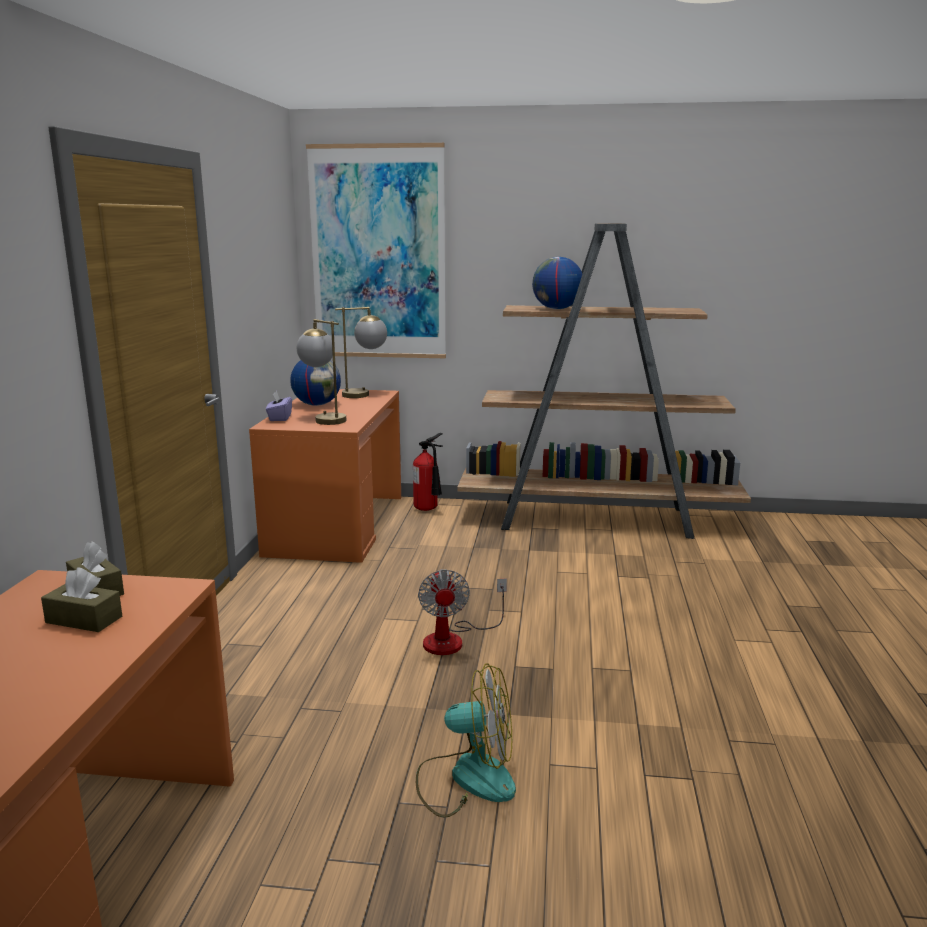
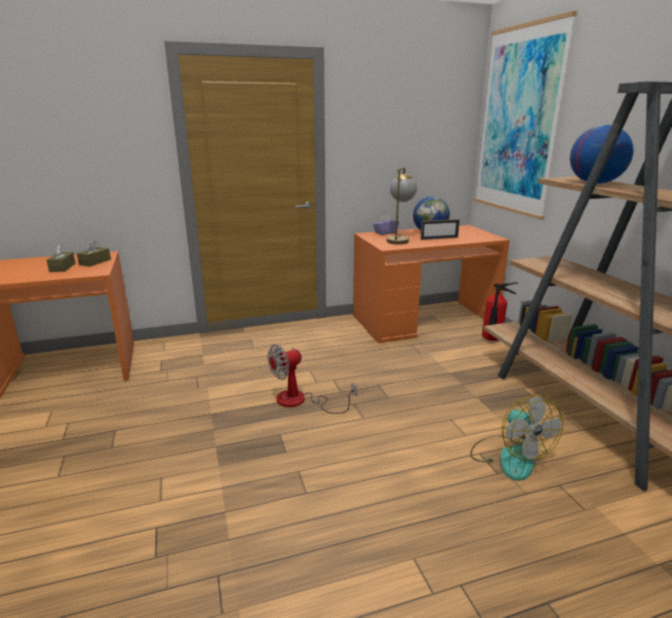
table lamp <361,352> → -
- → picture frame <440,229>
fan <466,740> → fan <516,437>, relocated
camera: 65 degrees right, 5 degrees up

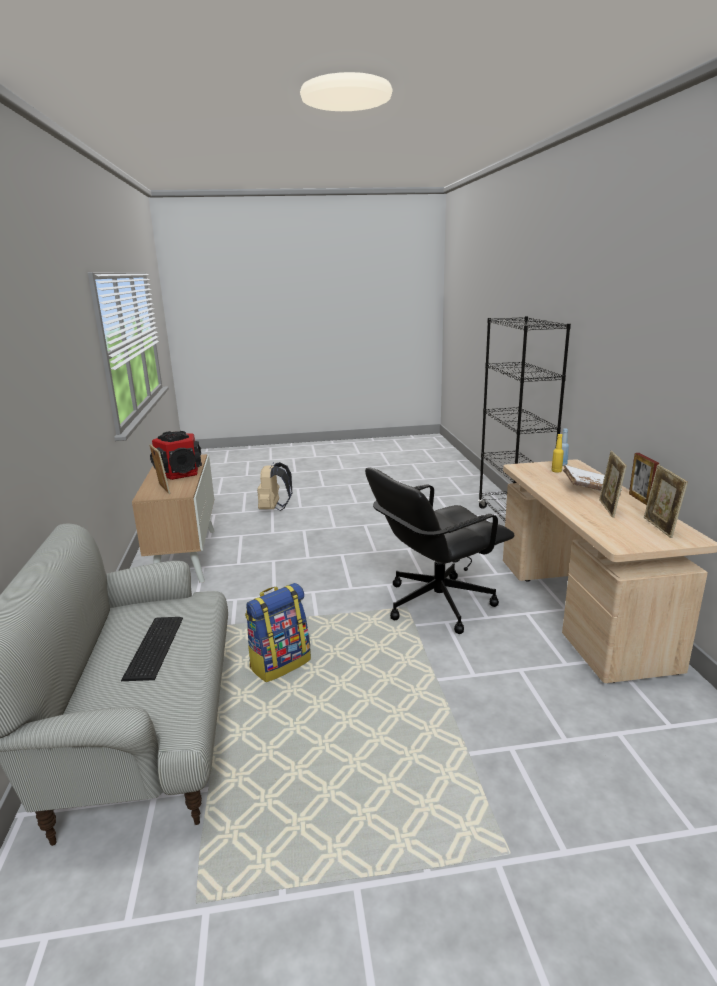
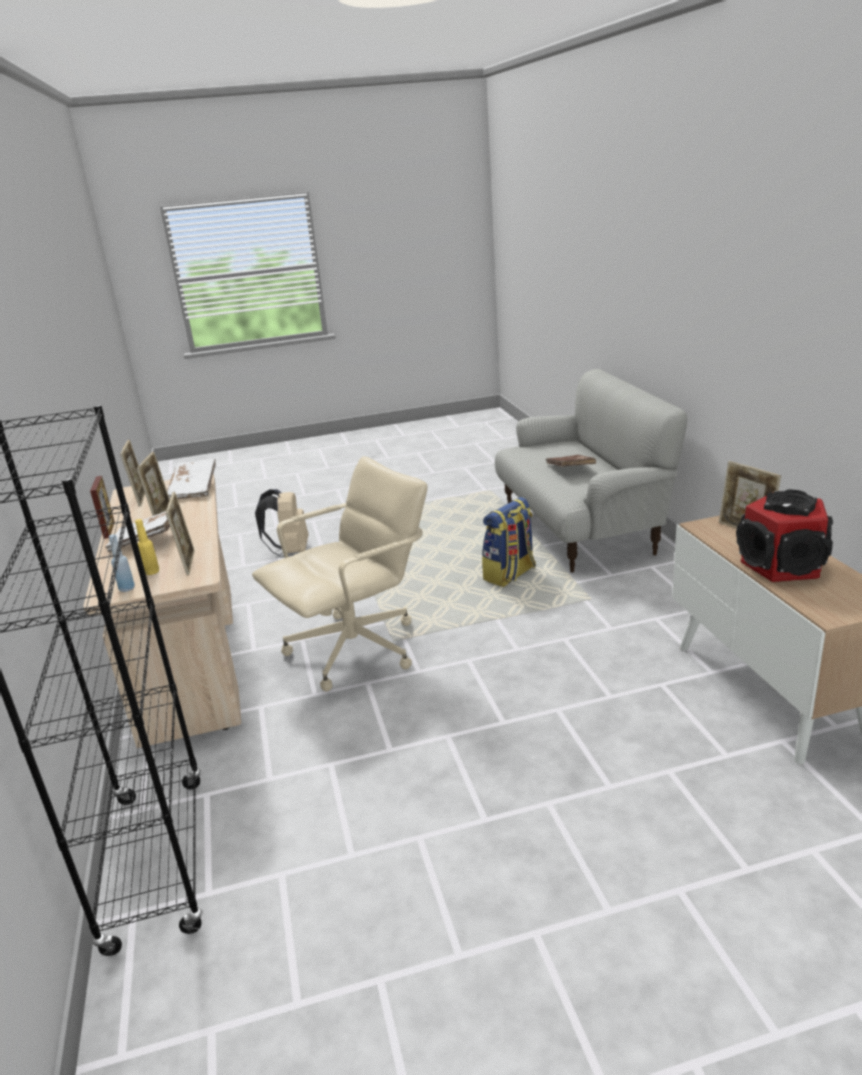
- → picture frame <180,533>
- → book in white <191,478>
backpack in beige <274,486> → backpack in beige <282,522>, relocated
keyboard <152,649> → book in brown <571,461>
office chair in black <439,551> → office chair in beige <339,573>
camera: 175 degrees right, 5 degrees up

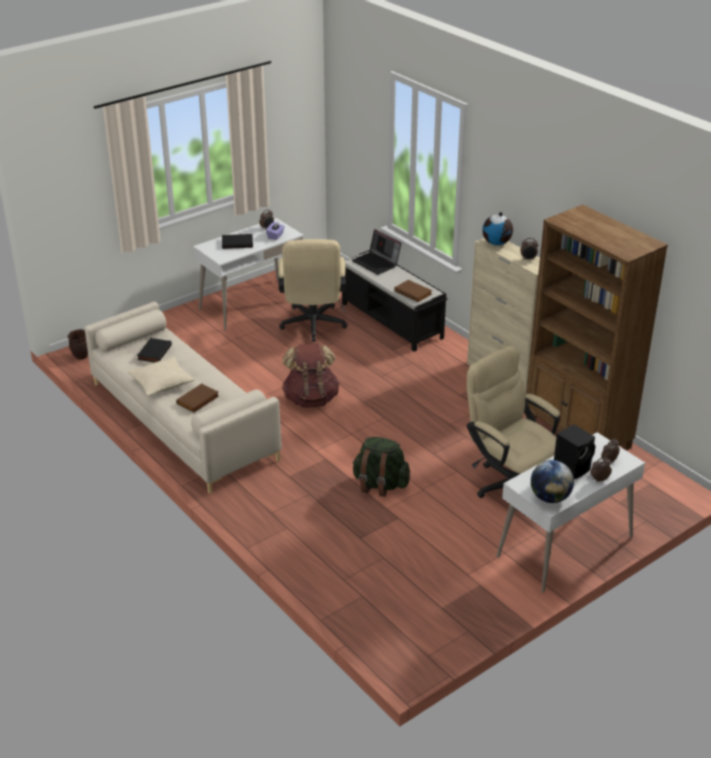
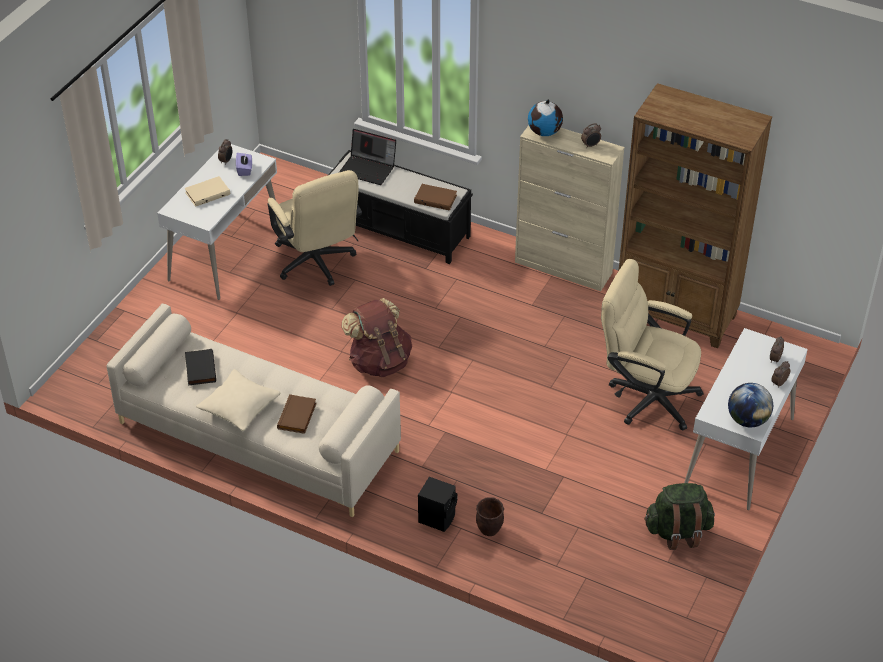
planter in brown <78,344> → planter in brown <490,516>, relocated
backpack in green <381,467> → backpack in green <679,516>, relocated
speaker in black <575,451> → speaker in black <437,504>, relocated
book in black <237,241> → book in beige <207,191>
camera: 25 degrees left, 10 degrees up

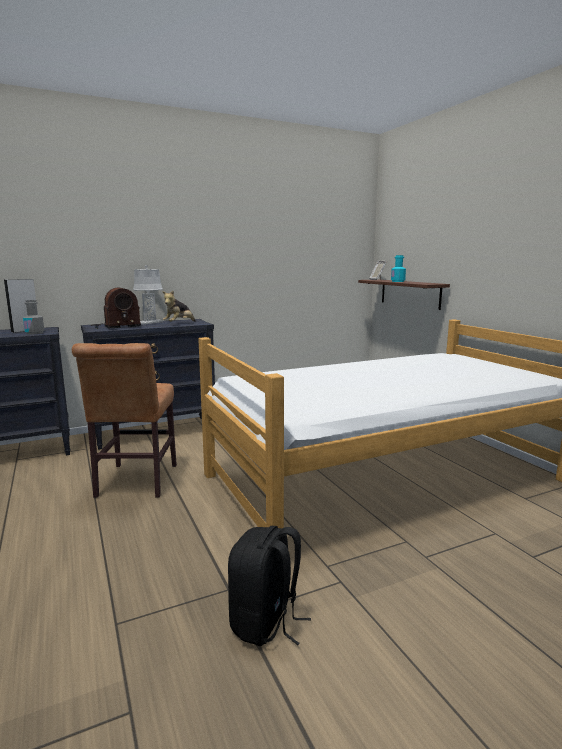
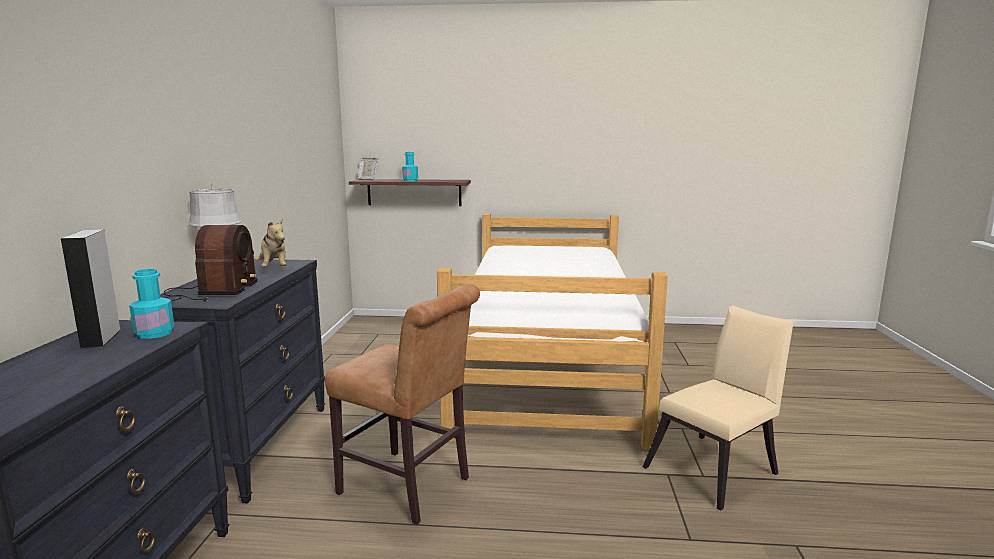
backpack in black <269,586> → chair in beige <718,408>
bottle in grey <33,317> → bottle in turquoise <152,304>
camera: 60 degrees left, 0 degrees up

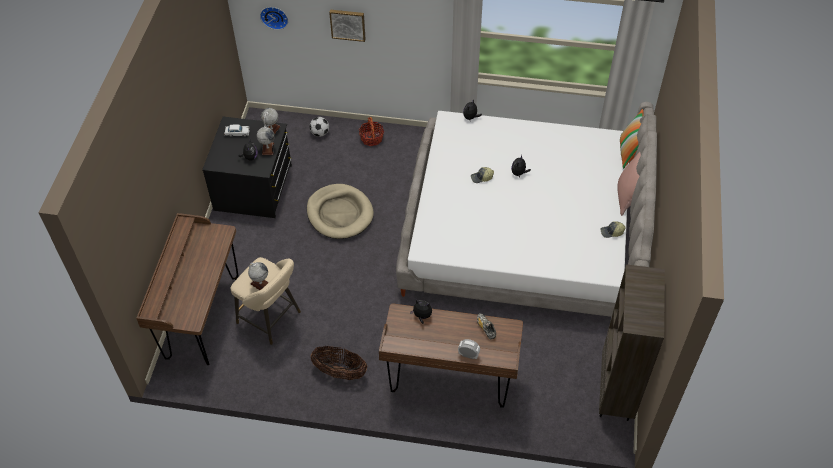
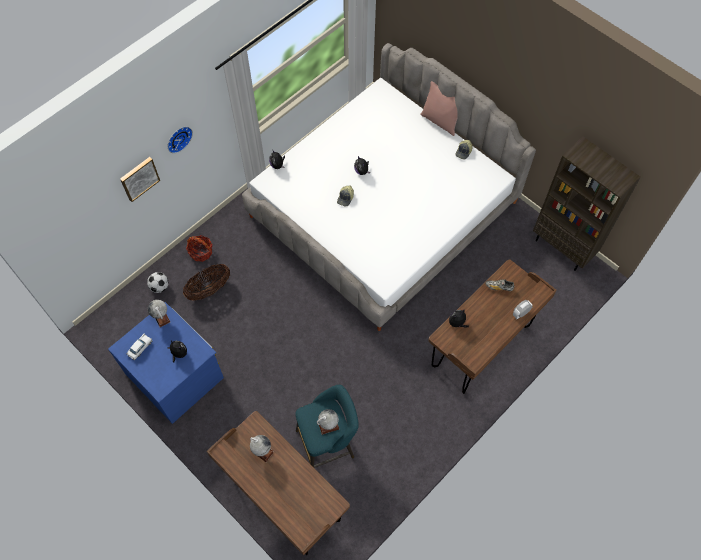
dog bed in beige <340,211> → -
pillow <632,139> → -
globe <266,140> → globe <262,448>, relocated
wall clock <274,18> → wall clock <180,140>, relocated
basket <338,363> → basket <206,282>, relocated
dresser in black <247,167> → dresser in blue <166,363>
stool in beige <266,301> → stool in turquoise <327,426>
camera: 55 degrees left, 10 degrees up

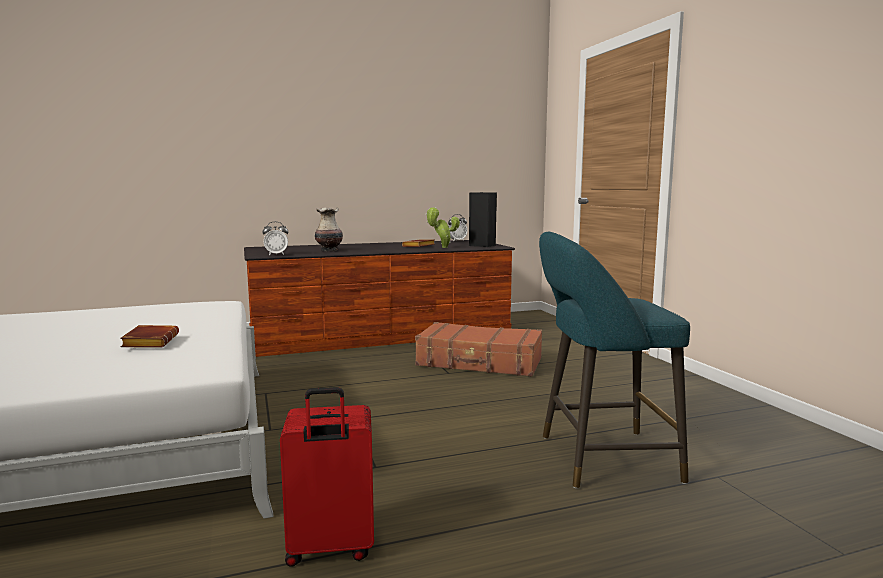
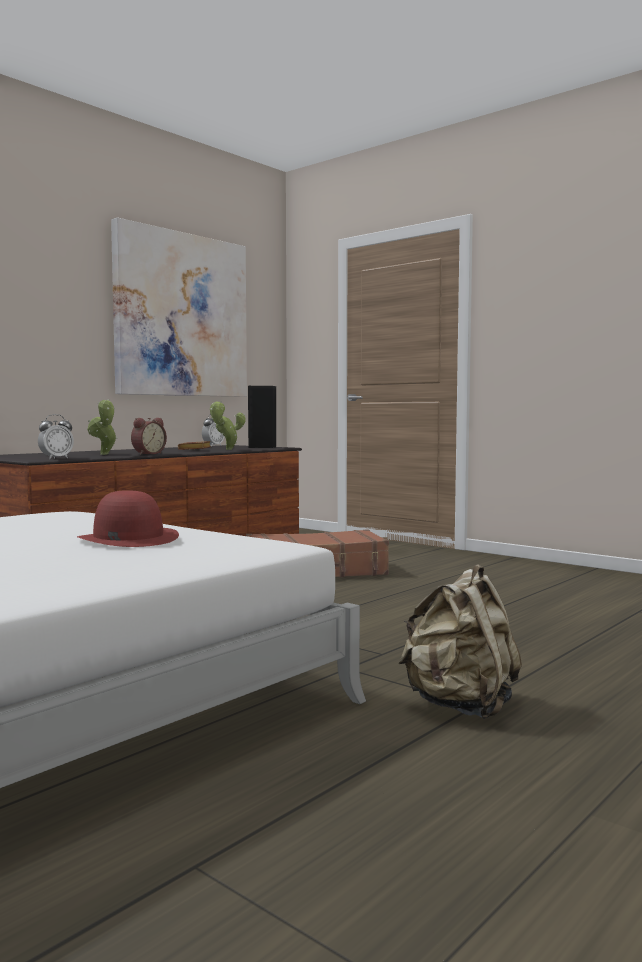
stool in turquoise <614,360> → -
- → picture <179,307>
- → alarm clock <149,436>
book in brown <149,336> → hat in red <128,518>
suitcase in red <327,477> → backpack in beige <460,641>
vase <329,229> → potted plant <102,427>
camera: 30 degrees left, 5 degrees down

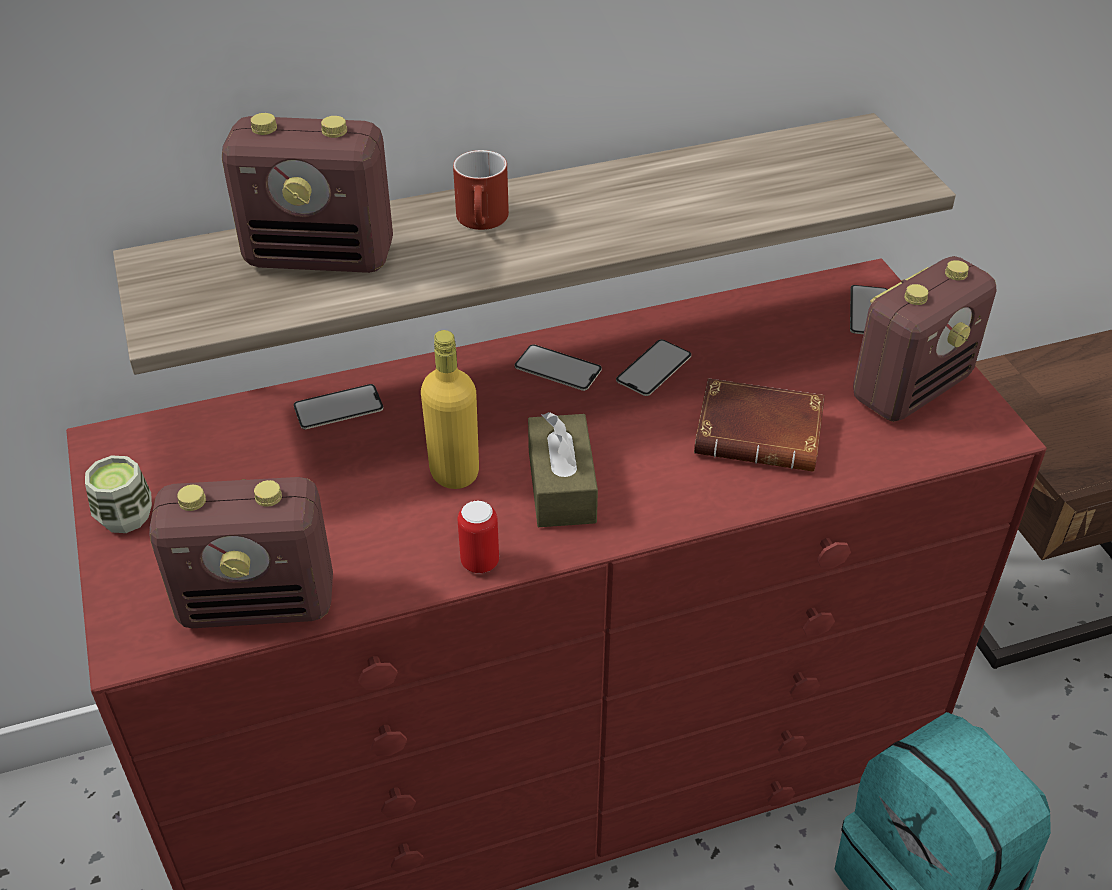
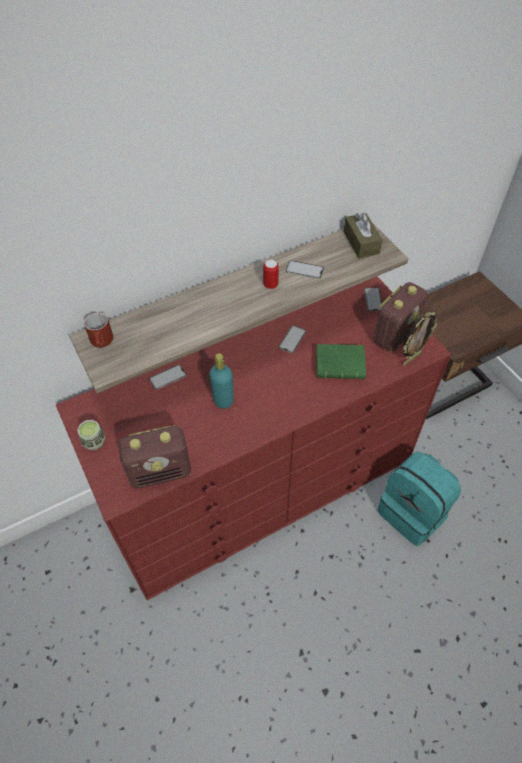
radio <307,193> → -
- → picture frame <420,339>
mug in red <481,190> → mug in red <98,330>, relocated
can <478,536> → can <271,274>, relocated
phone <558,367> → phone <305,269>, relocated
tissue box in brown <563,469> → tissue box in brown <362,235>, relocated
bottle in yellow <450,409> → bottle in turquoise <221,381>
book in brown <759,425> → book in green <341,361>
camera: 10 degrees left, 10 degrees up

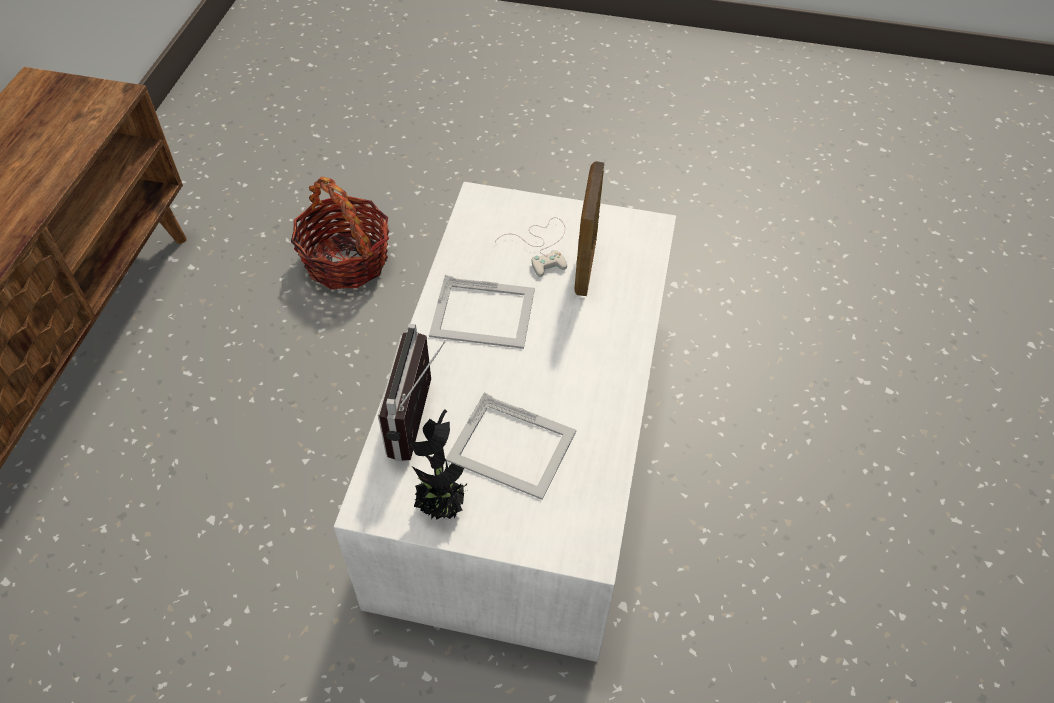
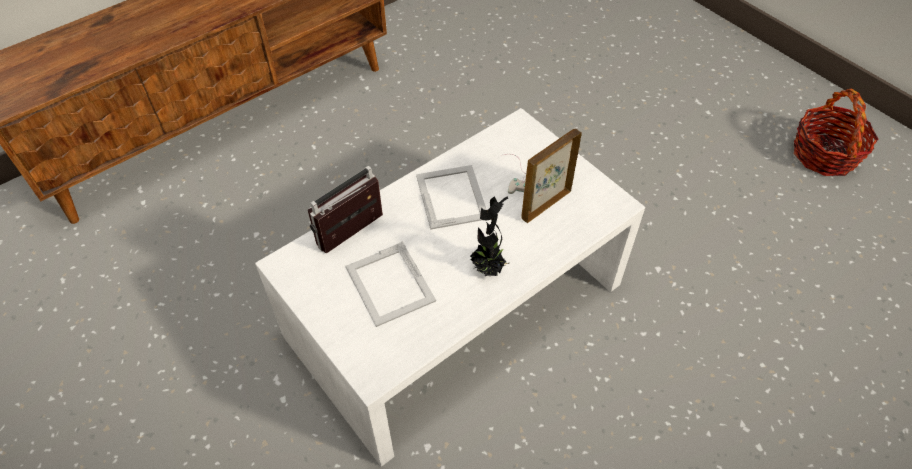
basket <340,233> → basket <836,132>, relocated
potted plant <438,465> → potted plant <490,236>, relocated
picture frame <482,311> → picture frame <451,197>, 150 degrees counterclockwise
camera: 40 degrees right, 0 degrees up

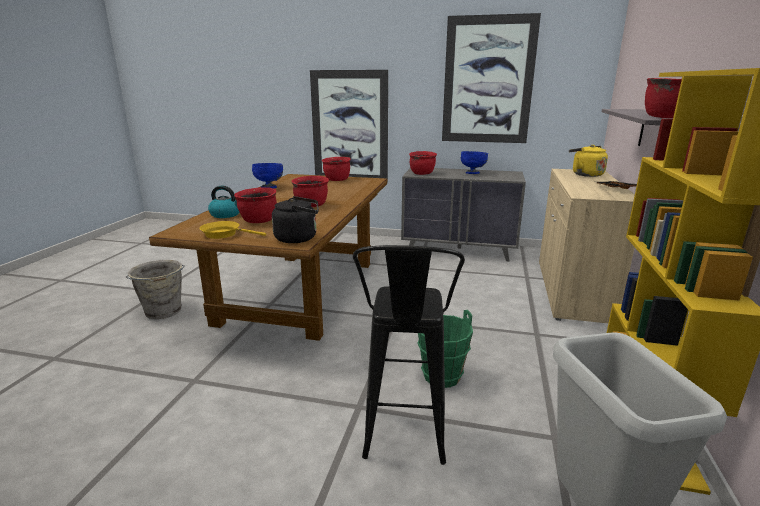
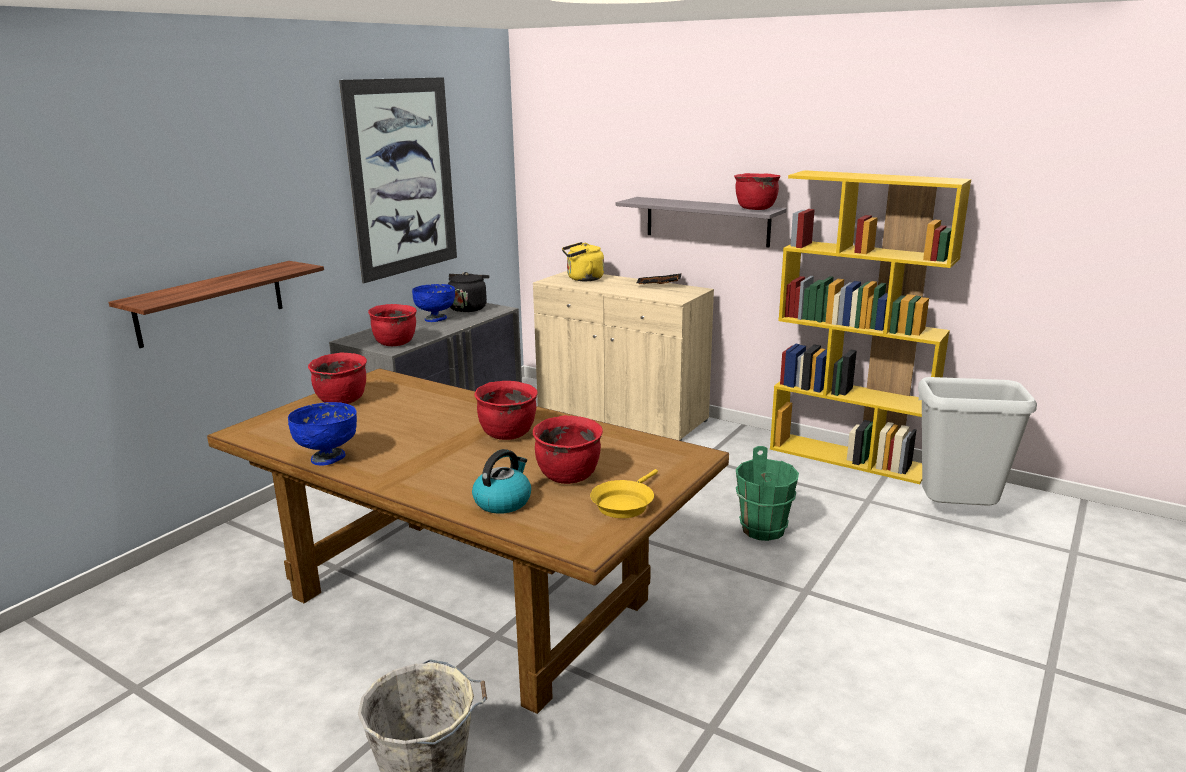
stool in black <409,355> → -
kettle in black <295,219> → kettle in black <468,292>, relocated
picture <349,126> → shelf <216,304>
camera: 70 degrees left, 0 degrees up

